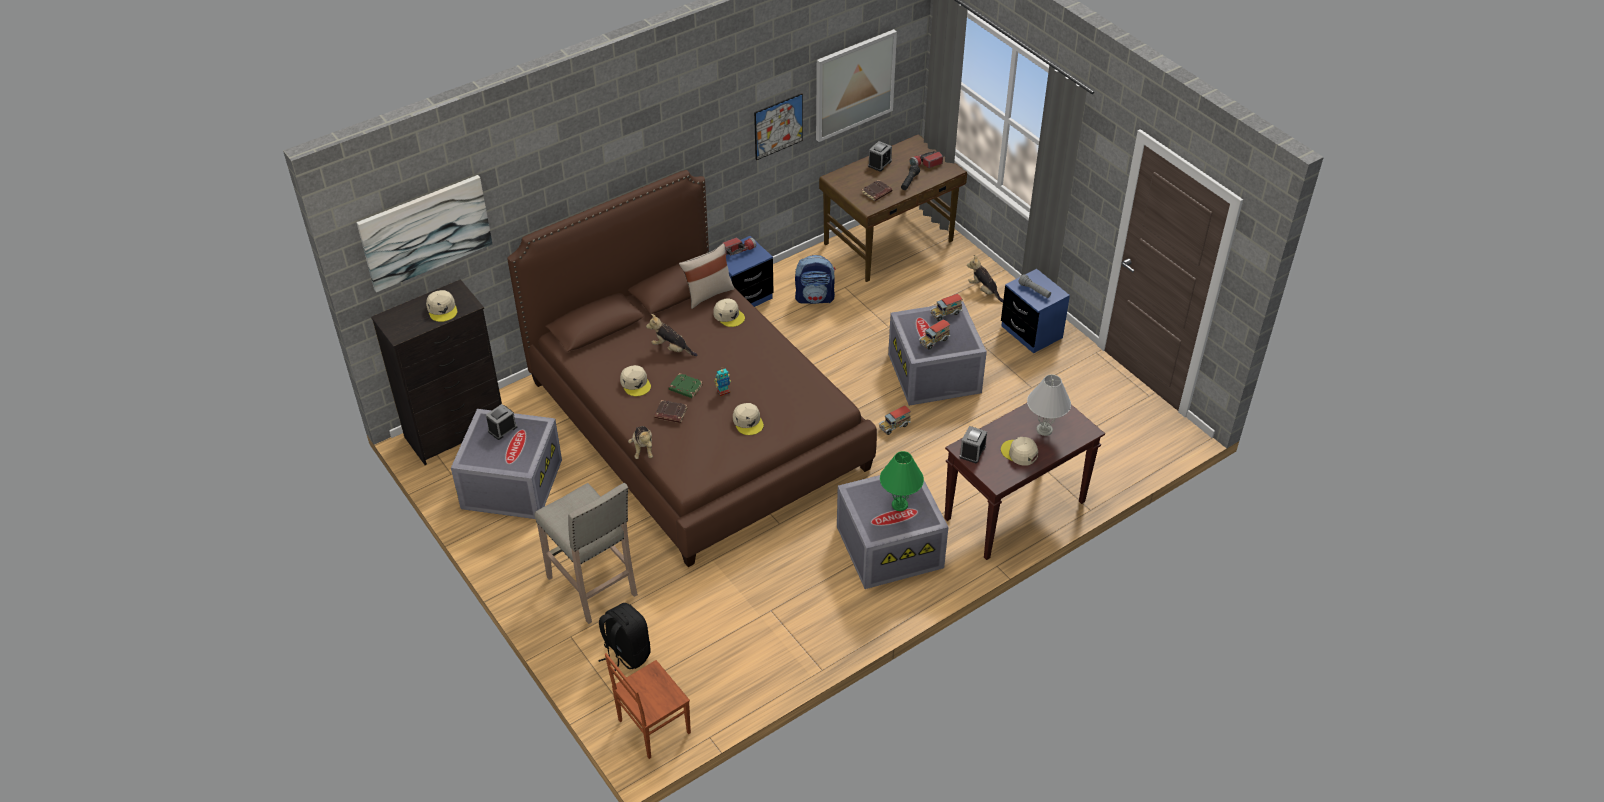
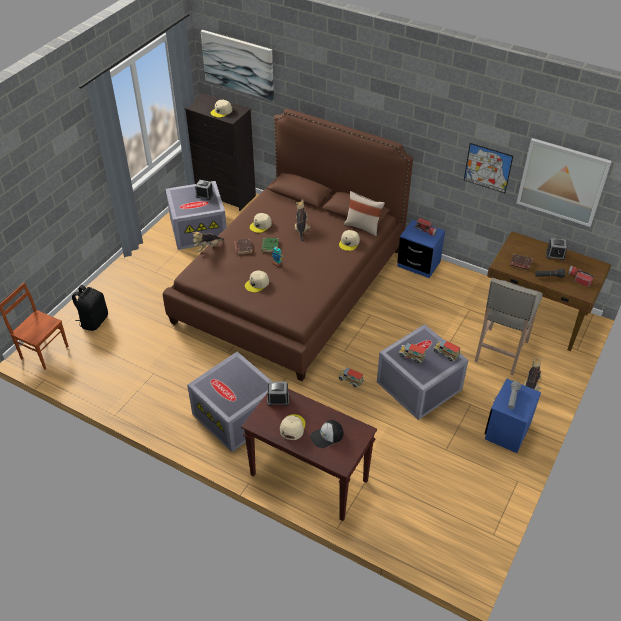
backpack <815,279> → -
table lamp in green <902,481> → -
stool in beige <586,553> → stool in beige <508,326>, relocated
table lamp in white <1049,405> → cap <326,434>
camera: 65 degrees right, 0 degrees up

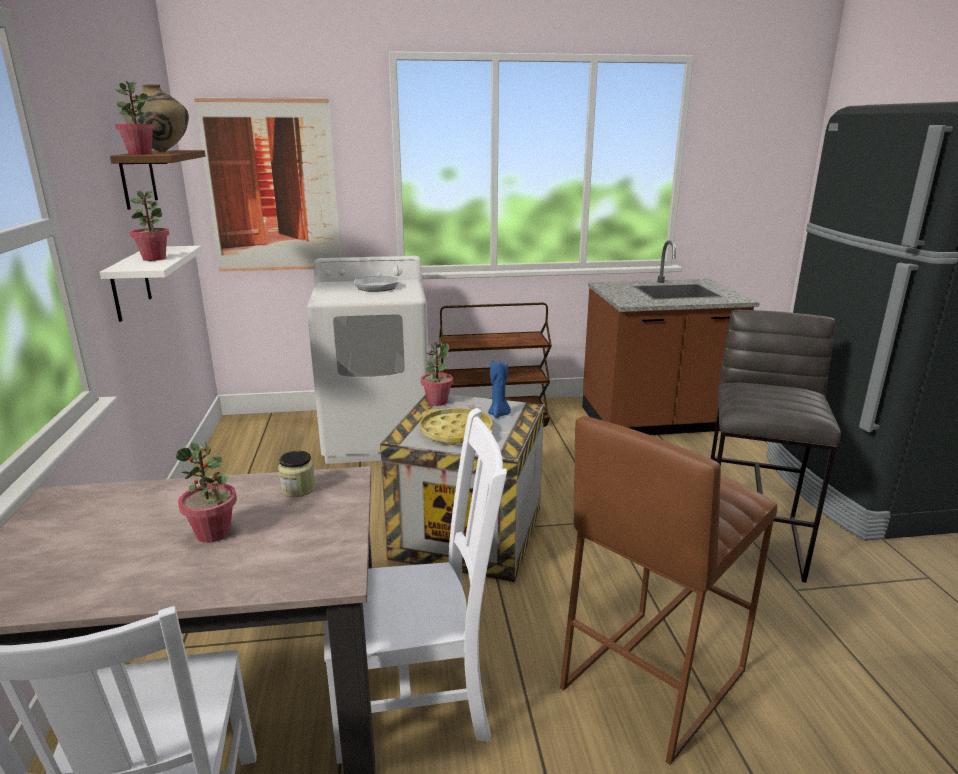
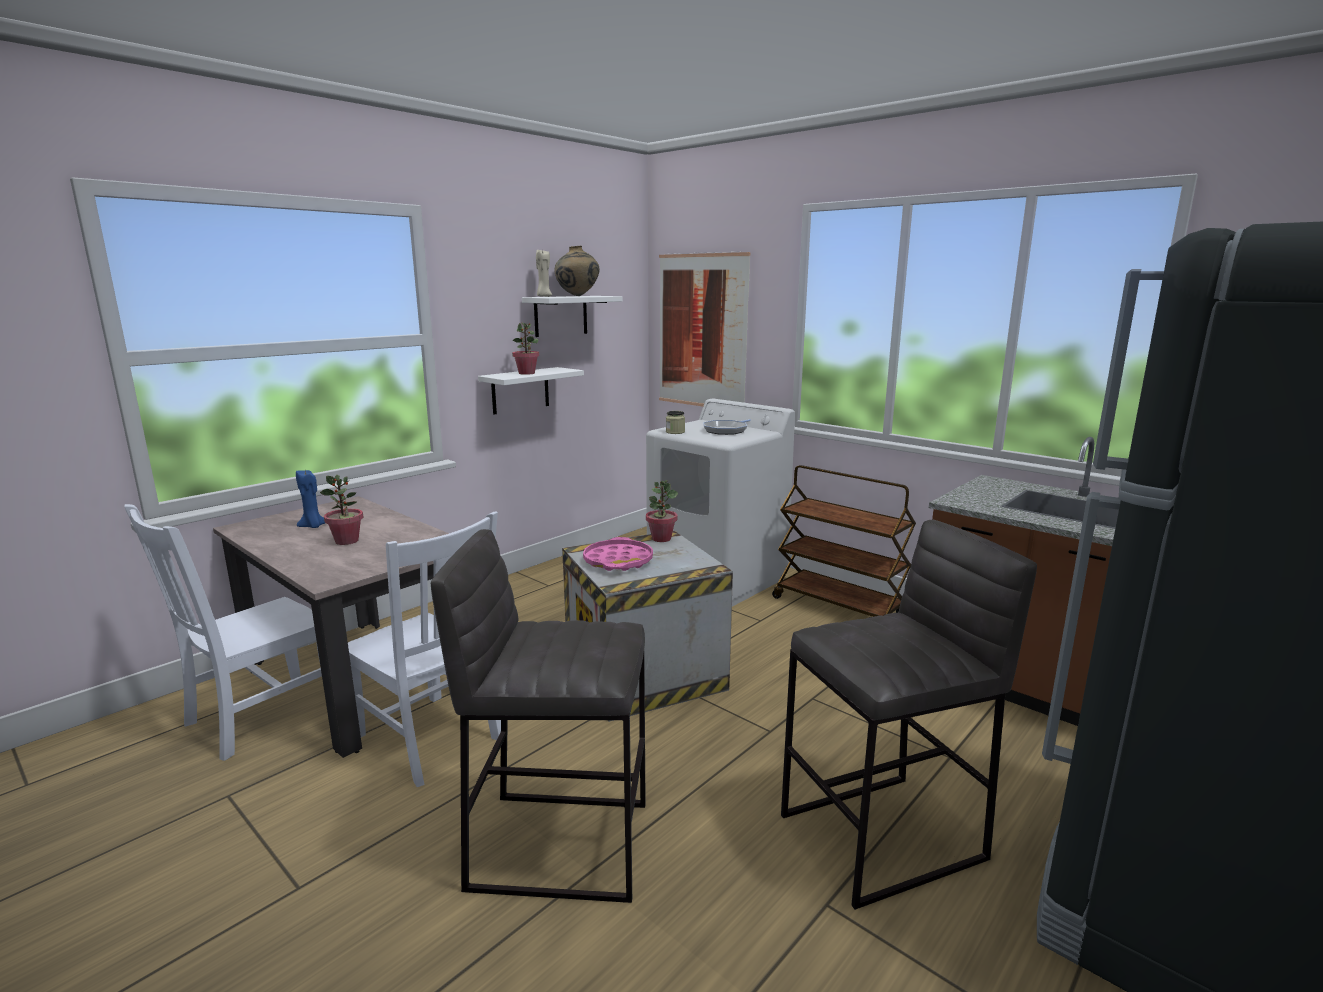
jar <297,474> → jar <675,422>, relocated
candle in blue <499,389> → candle in blue <310,499>, relocated
potted plant <135,118> → candle in beige <544,272>
shelf in brown <158,180> → shelf in white <572,316>
tray in yellow <456,426> → tray in pink <618,554>
stool in brown <669,590> → stool in grey <538,716>
camera: 50 degrees right, 5 degrees down

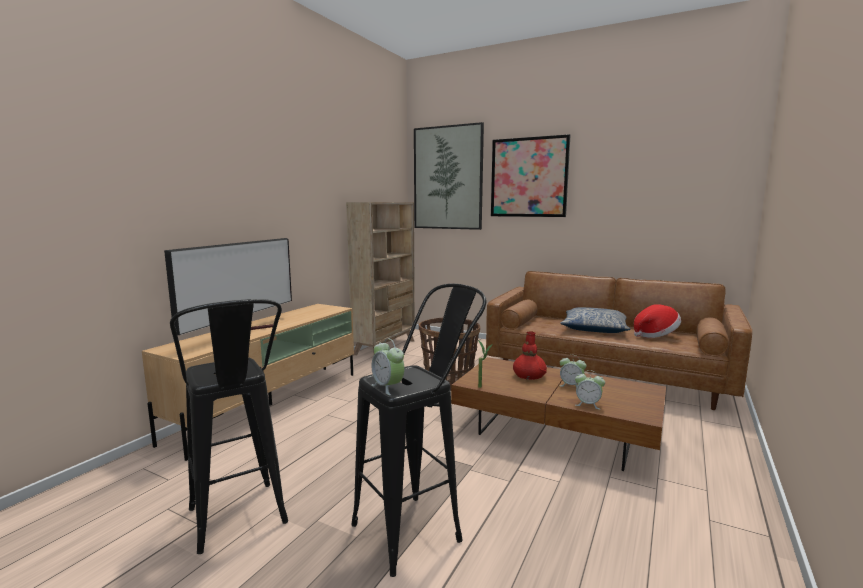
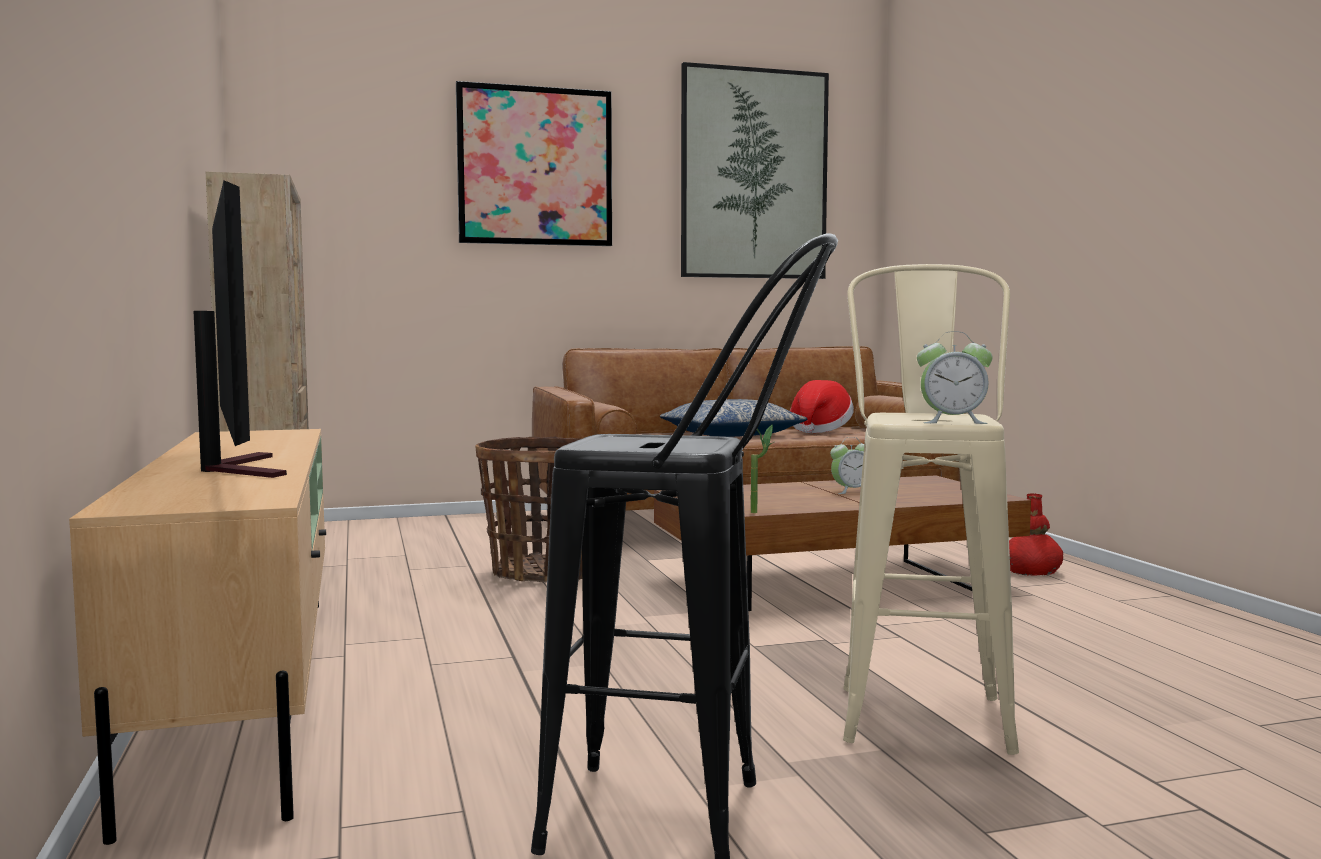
alarm clock <590,389> → -
picture <449,176> → picture <755,170>, relocated
vase in red <530,355> → vase in red <1036,534>, relocated
stool in black <419,430> → stool in beige <931,509>
camera: 45 degrees left, 5 degrees down

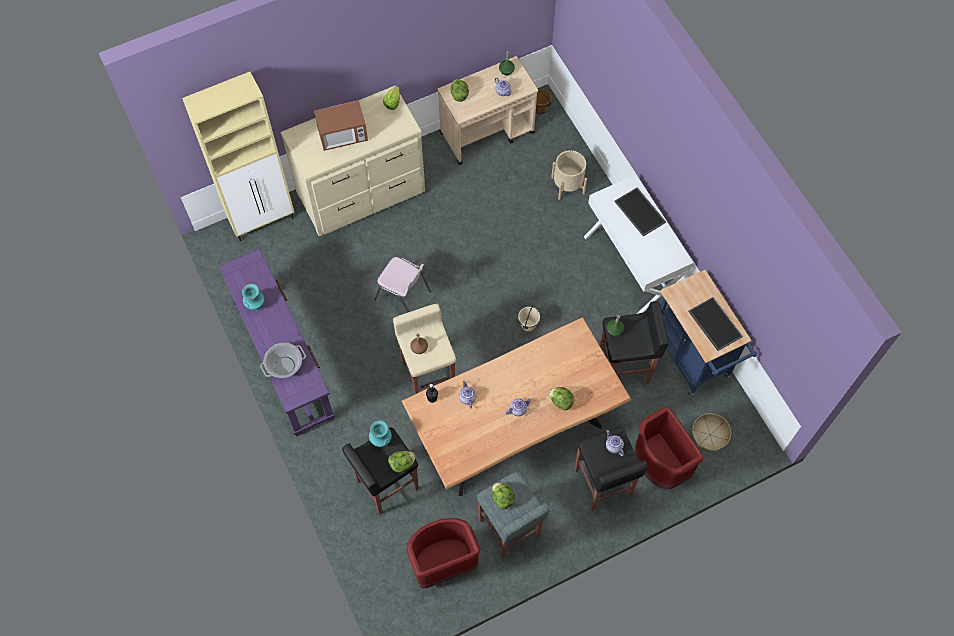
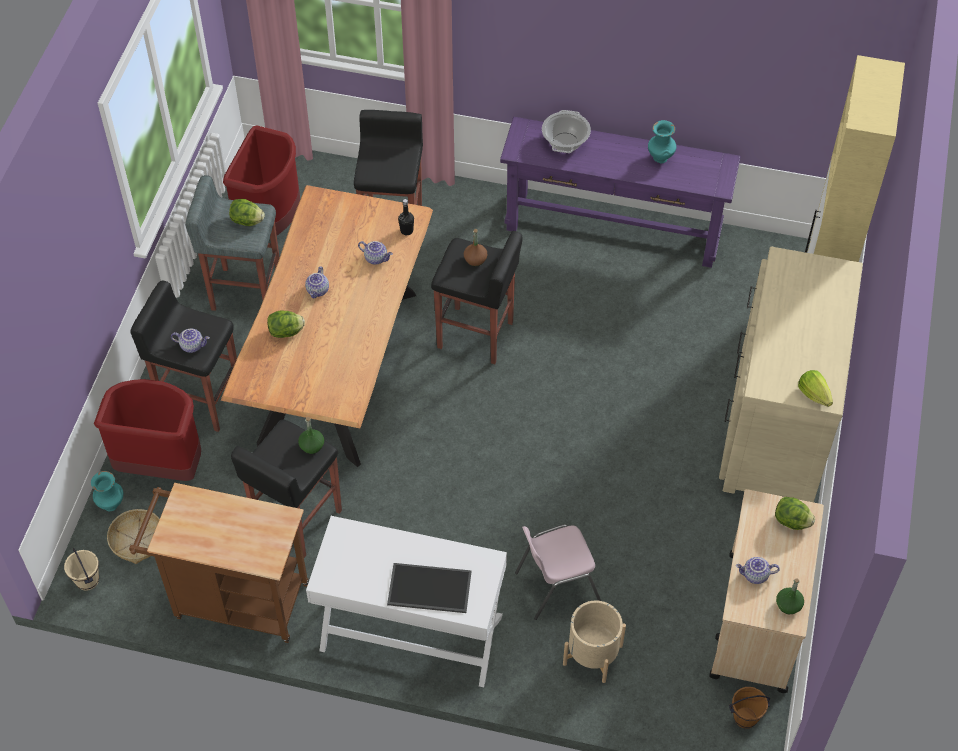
microwave <341,125> → -
lettuce <402,462> → -
tray <715,324> → -
vase in turquoise <380,433> → vase in turquoise <107,491>, relocated
chair in pink <402,284> → chair in pink <558,572>, relocated
bucket in beige <529,318> → bucket in beige <81,569>, relocated
stool in beige <424,349> → stool in black <477,297>
cart in blue <708,333> → cart in brown <219,563>
camera: 130 degrees right, 10 degrees down

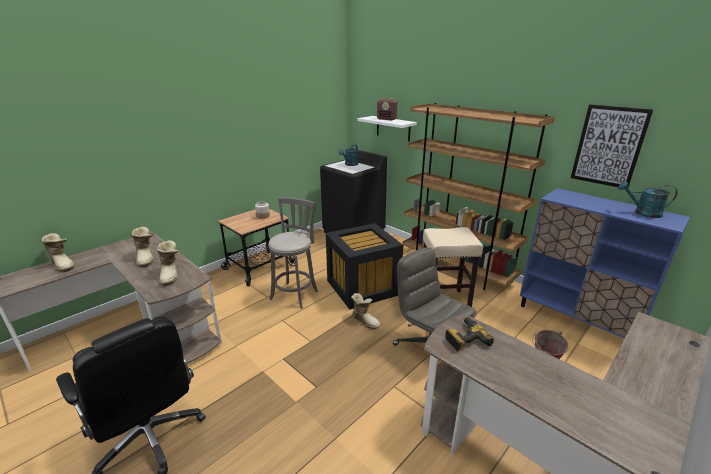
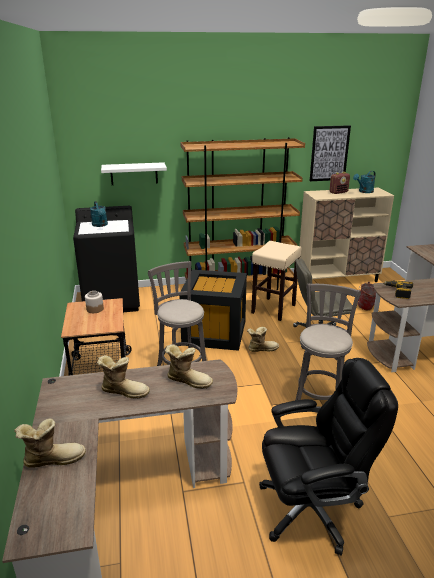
- → stool in grey <328,342>
radio <387,109> → radio <339,183>, relocated
cabinet in blue <605,263> → cabinet in beige <346,235>
camera: 55 degrees left, 0 degrees up

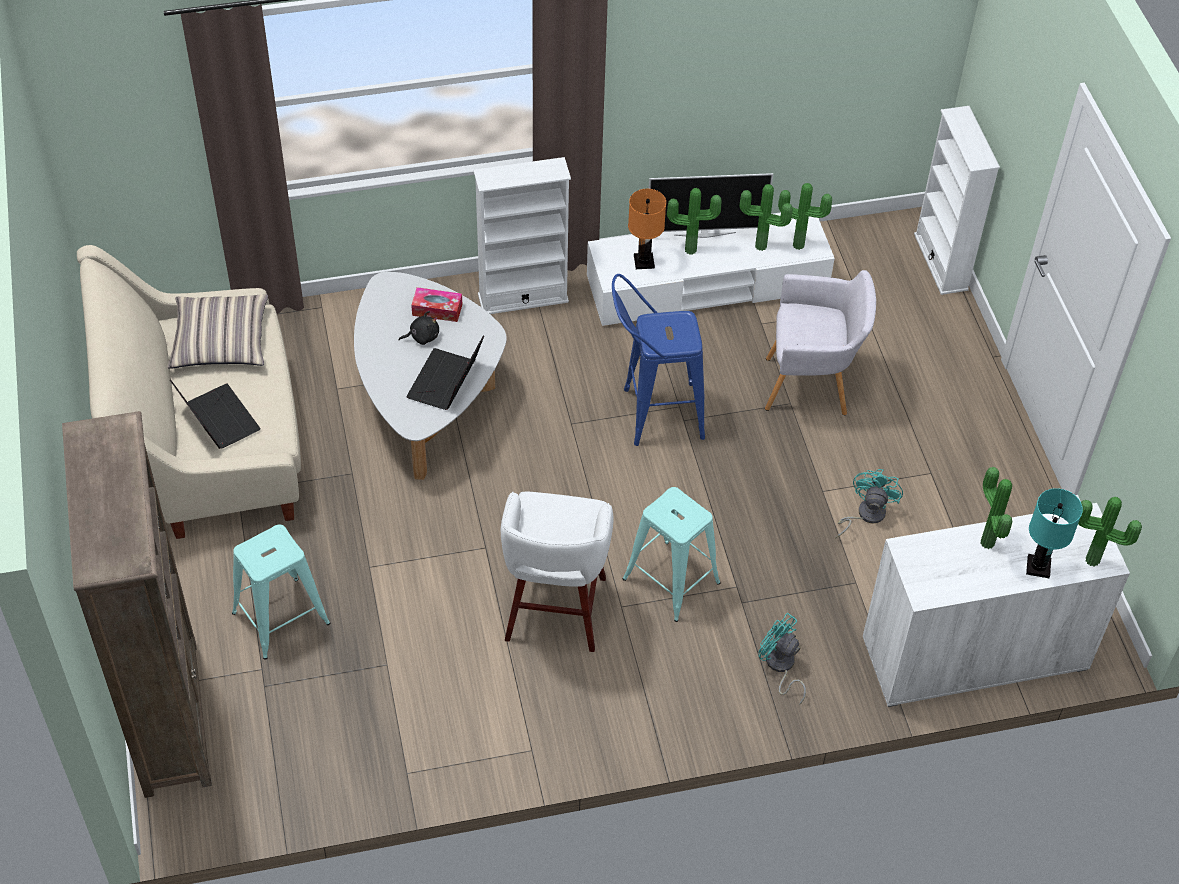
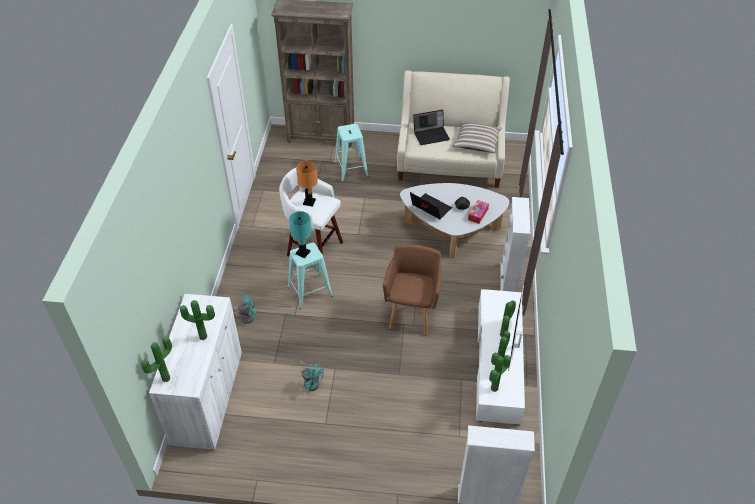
armchair in grey <820,342> → -
table lamp in orange <647,229> → table lamp in orange <307,184>, relocated
table lamp in turquoise <1054,533> → table lamp in turquoise <300,234>, relocated
stool in blue <658,360> → armchair in brown <412,289>
camera: 110 degrees right, 5 degrees down

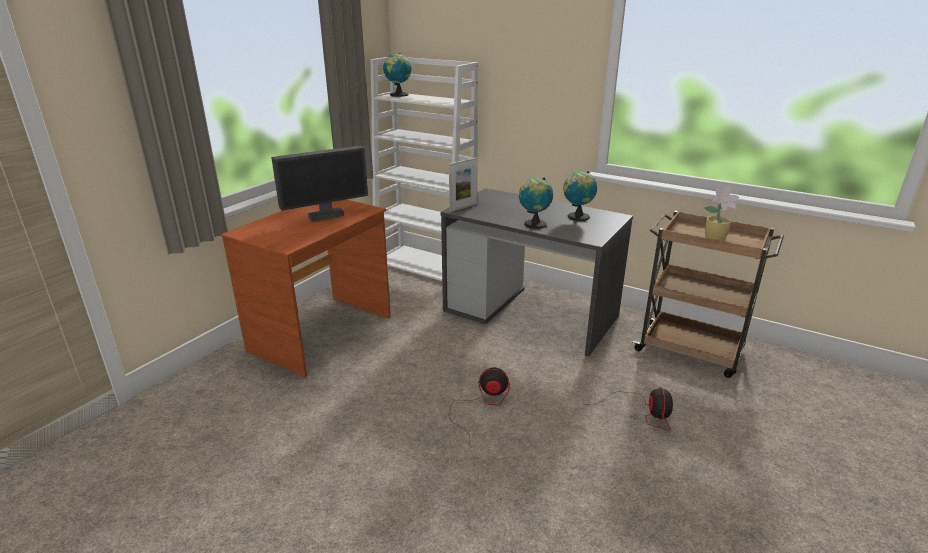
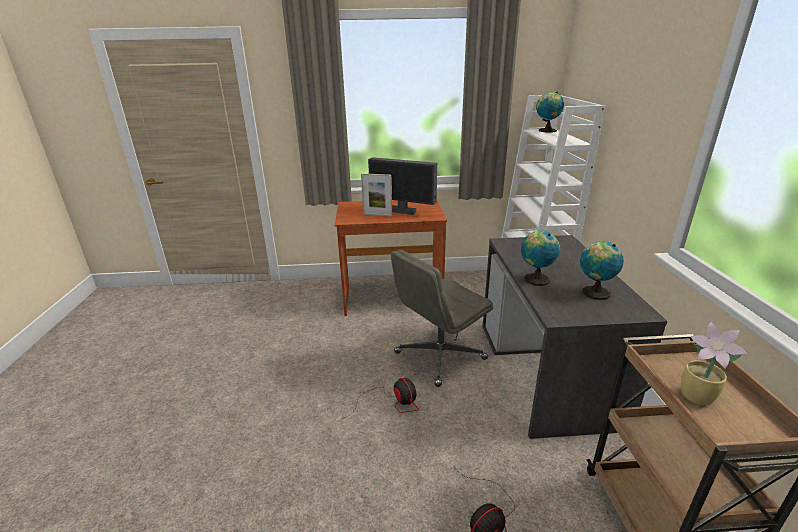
- → office chair in grey <442,318>
picture frame <463,185> → picture frame <376,194>, relocated
camera: 55 degrees right, 0 degrees up

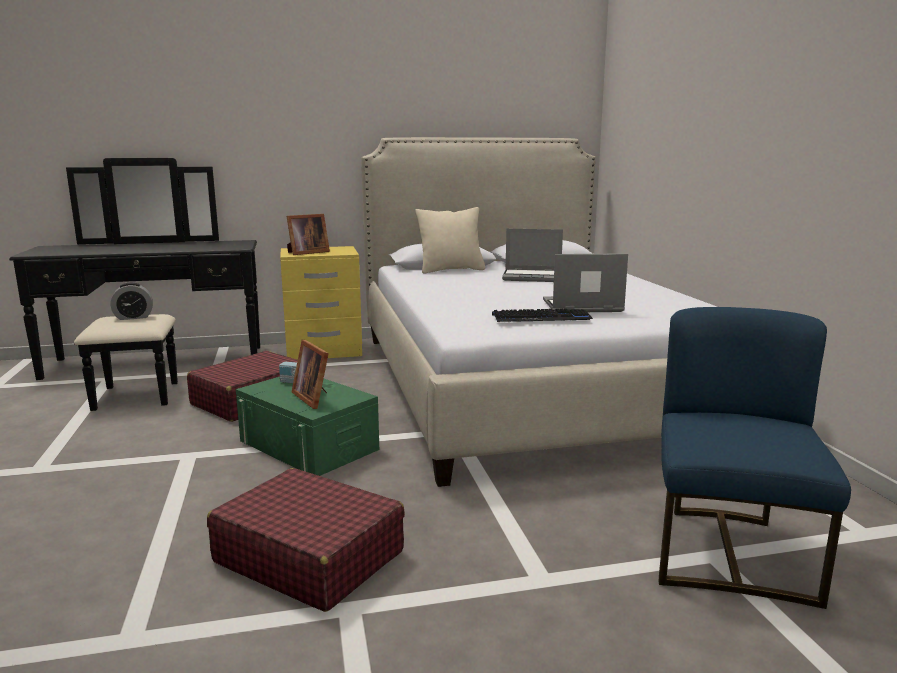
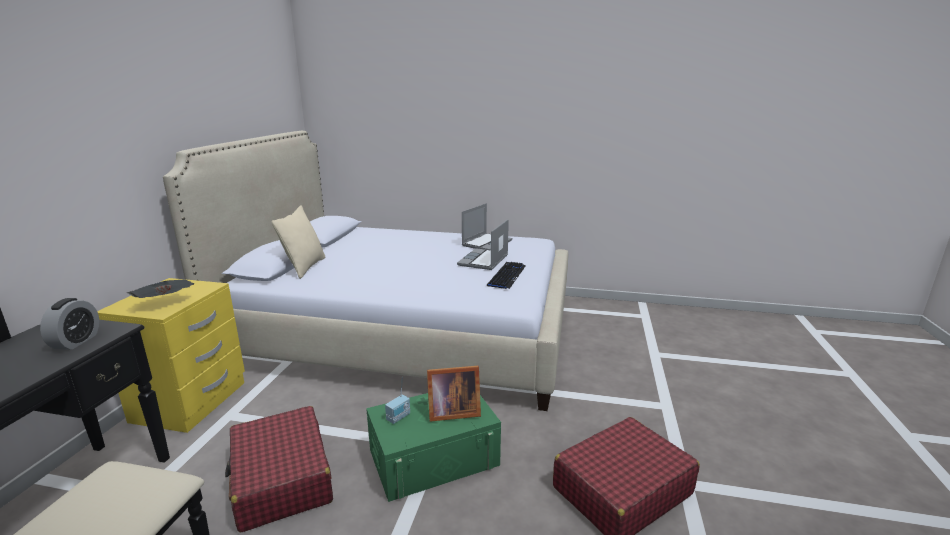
chair in blue <755,458> → -
alarm clock <132,301> → alarm clock <69,324>, relocated
laptop <532,255> → laptop <487,226>, relocated
picture frame <308,234> → newspaper <161,289>
camera: 65 degrees left, 5 degrees up

